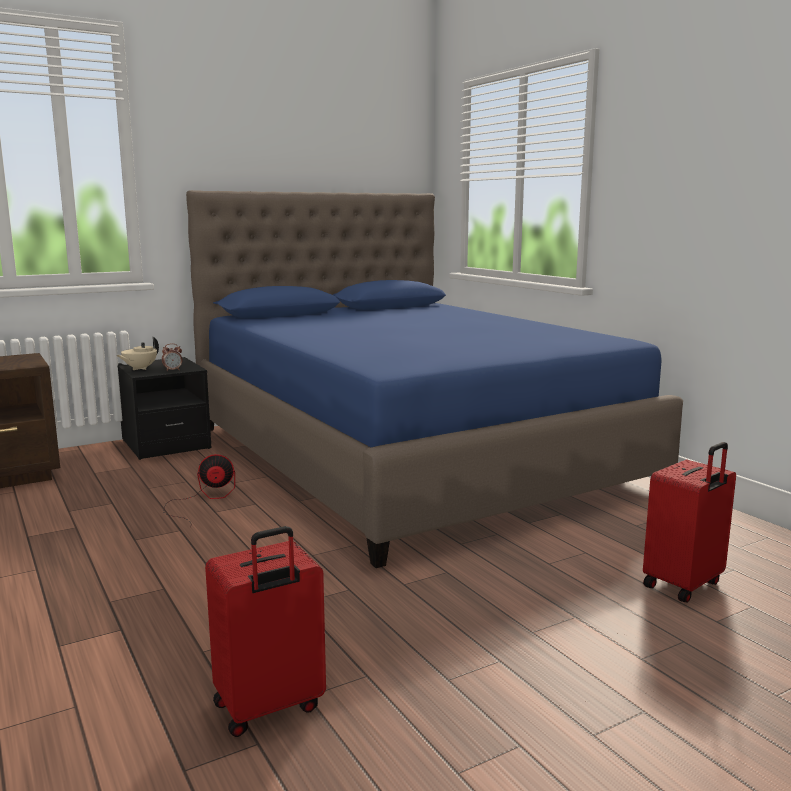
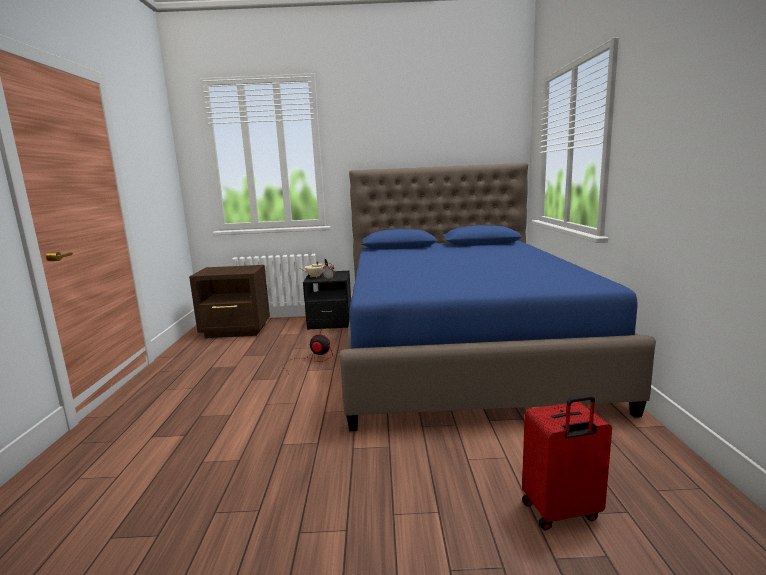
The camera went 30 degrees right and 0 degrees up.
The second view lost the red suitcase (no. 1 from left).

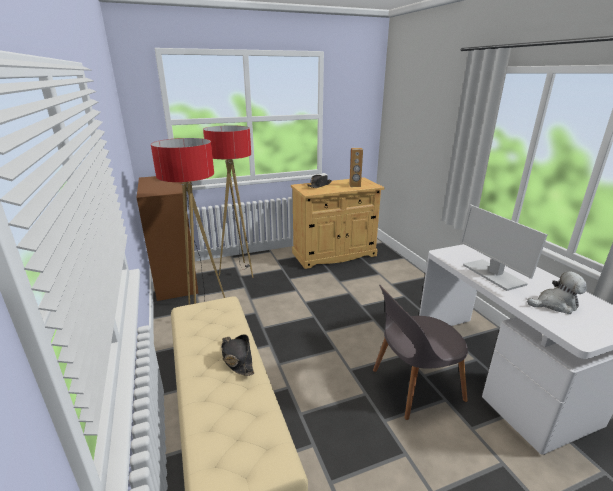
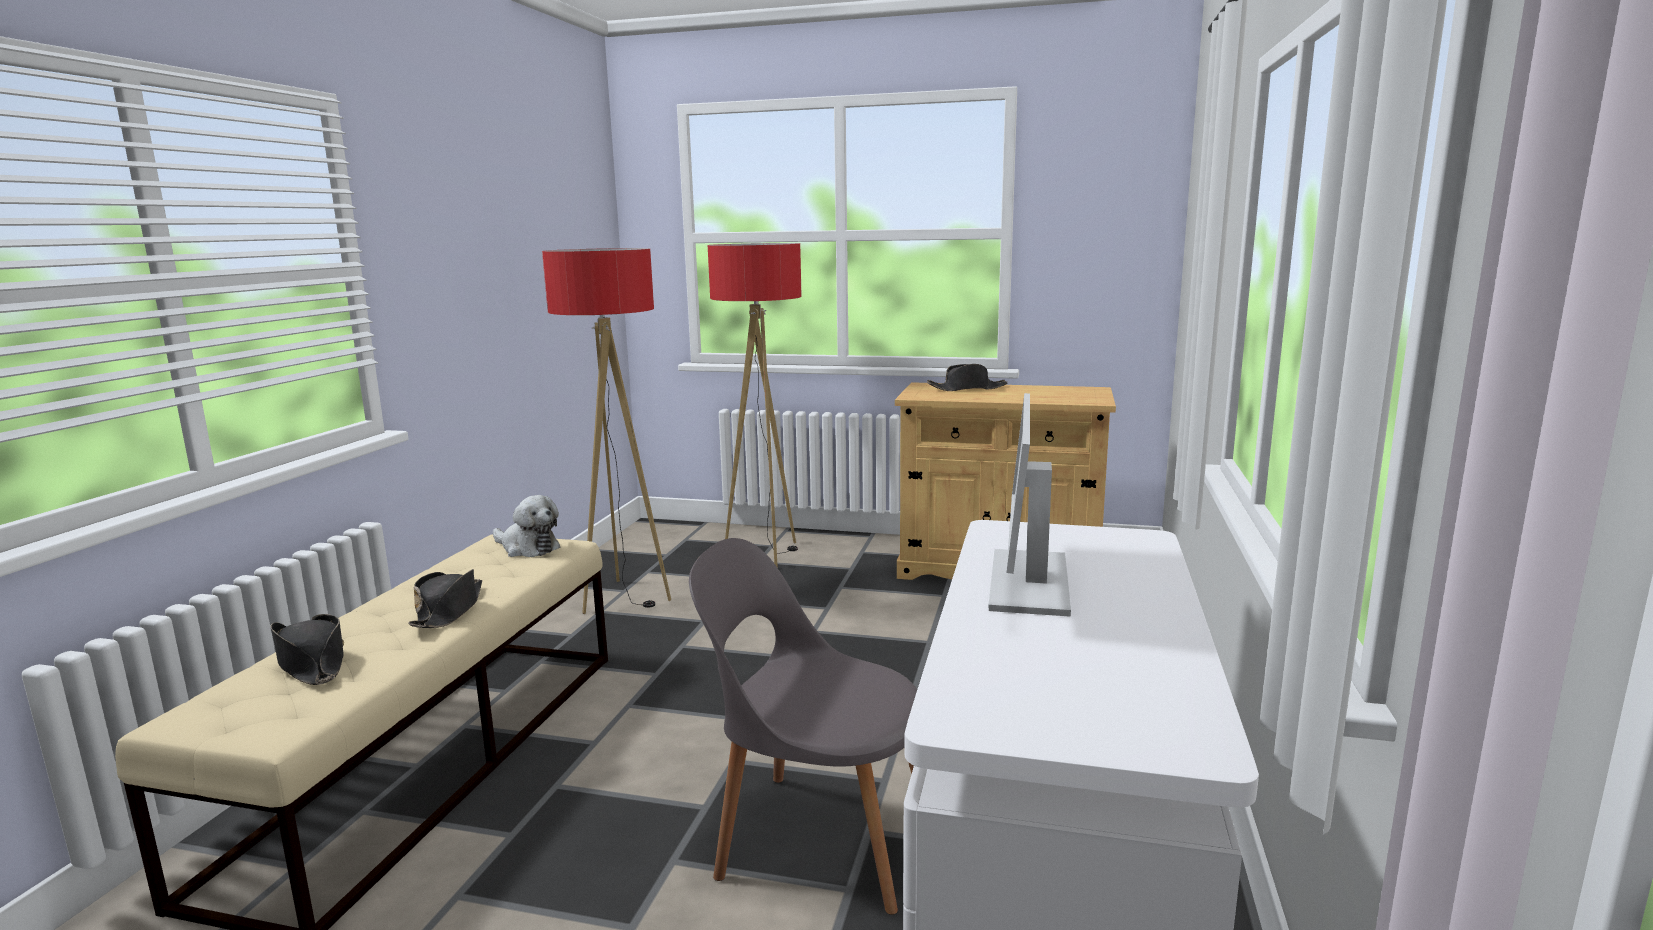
The camera went 35 degrees right and 10 degrees down.
The second view gained the black hat (no. 1 from left).
The plush toy ended up elsewhere.
The second view lost the brown dresser.
The second view lost the brown speaker.

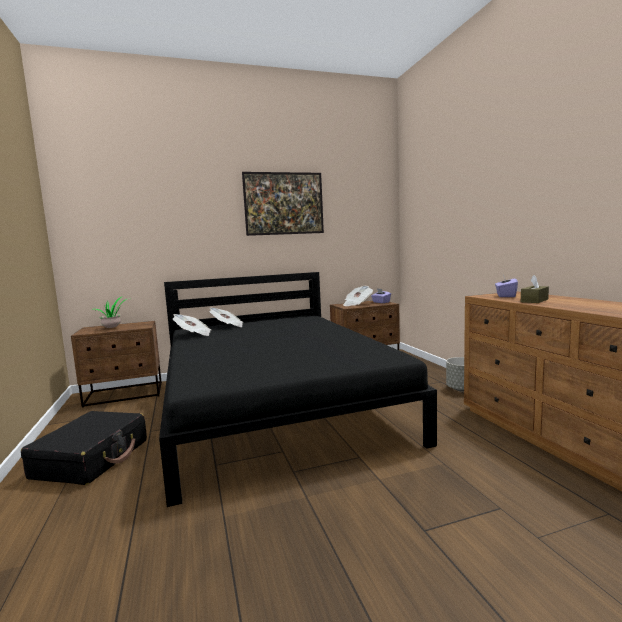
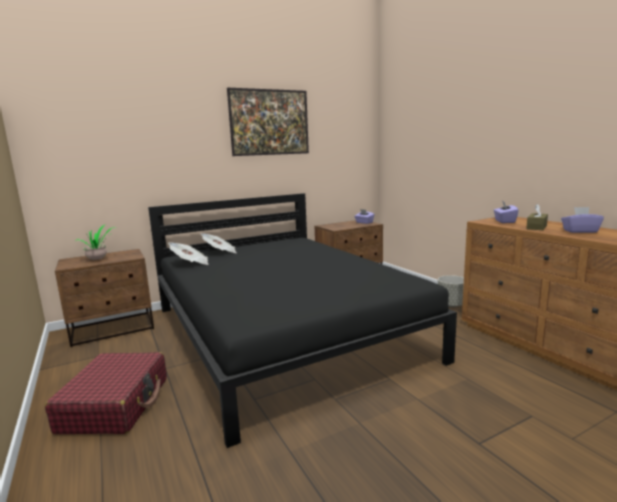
The camera went 10 degrees left and 5 degrees up.
What was the black suitcase turned into the red suitcase.
The second view gained the purple tissue box (no. 3 from left).
The second view lost the newspaper (no. 3 from left).

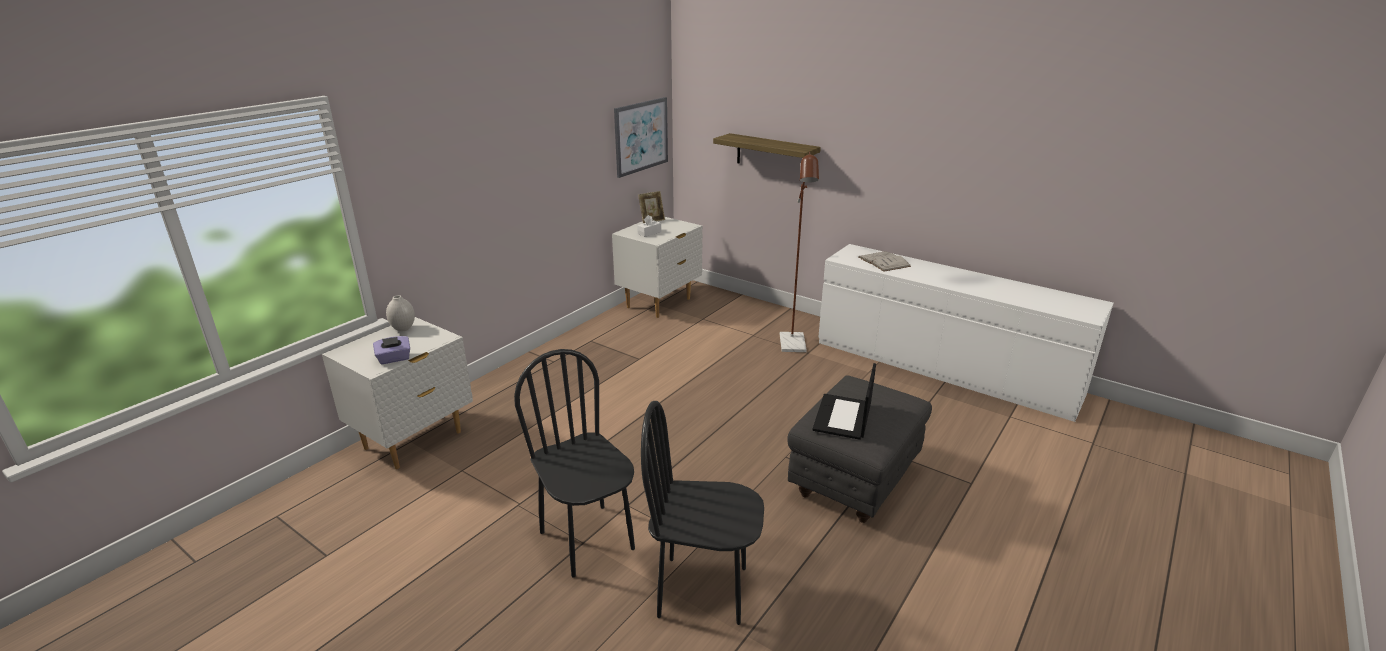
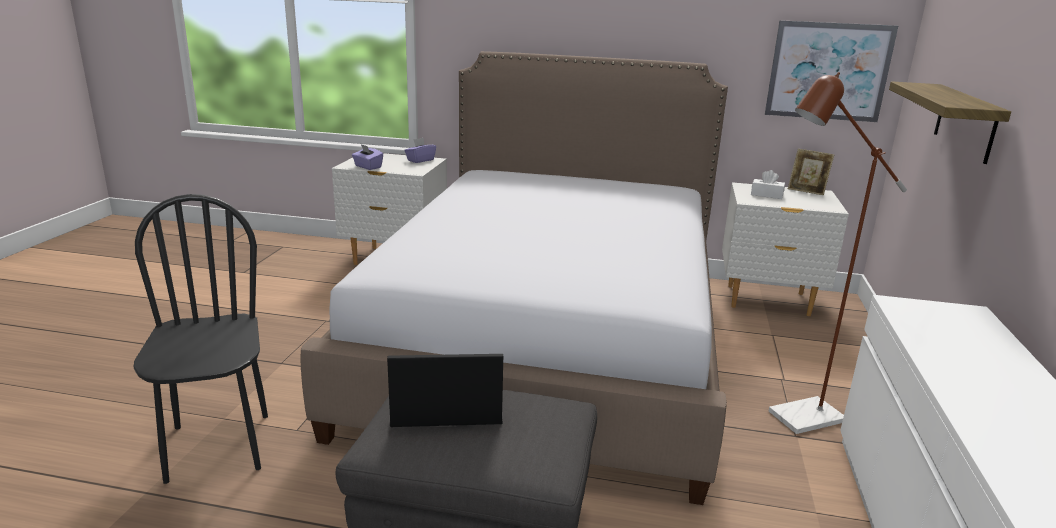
The camera went 65 degrees right and 5 degrees down.
The second view gained the bed.
Where the white vase stood, the purple tissue box (no. 2 from left) came to stand.
The second view lost the black chair (no. 1 from left).
The second view lost the white book.

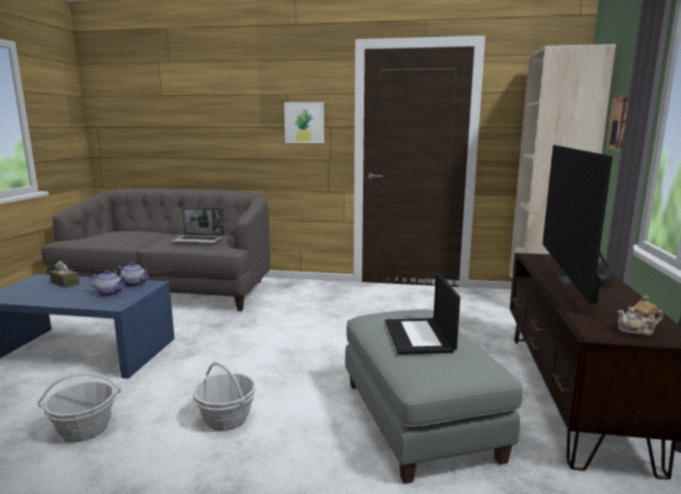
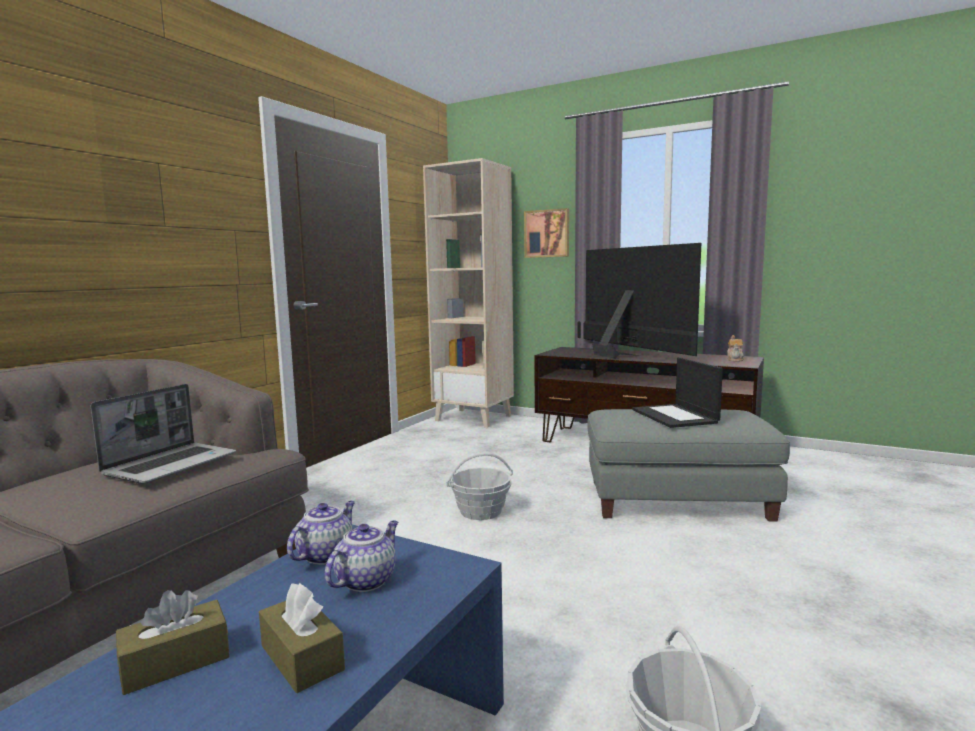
The camera went 70 degrees left and 5 degrees down.
The second view gained the brown tissue box (no. 2 from left).
The basket (no. 2 from left in the first image) ended up elsewhere.
The television ended up facing another way, 150 degrees counterclockwise from before.
The laptop (no. 2 from left) ended up facing another way, 60 degrees clockwise from before.
The second view lost the picture (no. 1 from left).

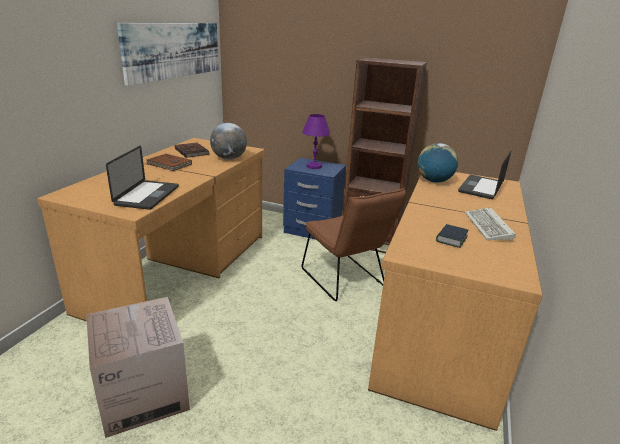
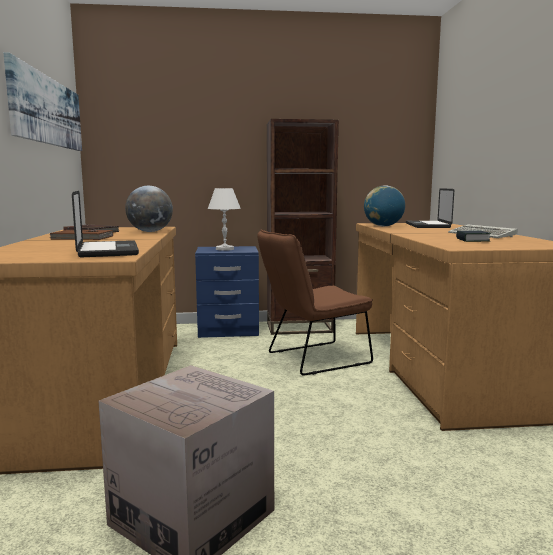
The camera went 25 degrees left and 15 degrees down.
What was the purple table lamp turned into the white table lamp.
The brown chair ended up facing another way, 120 degrees clockwise from before.

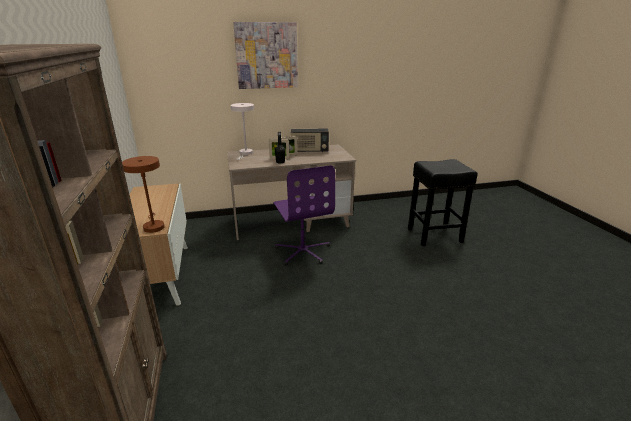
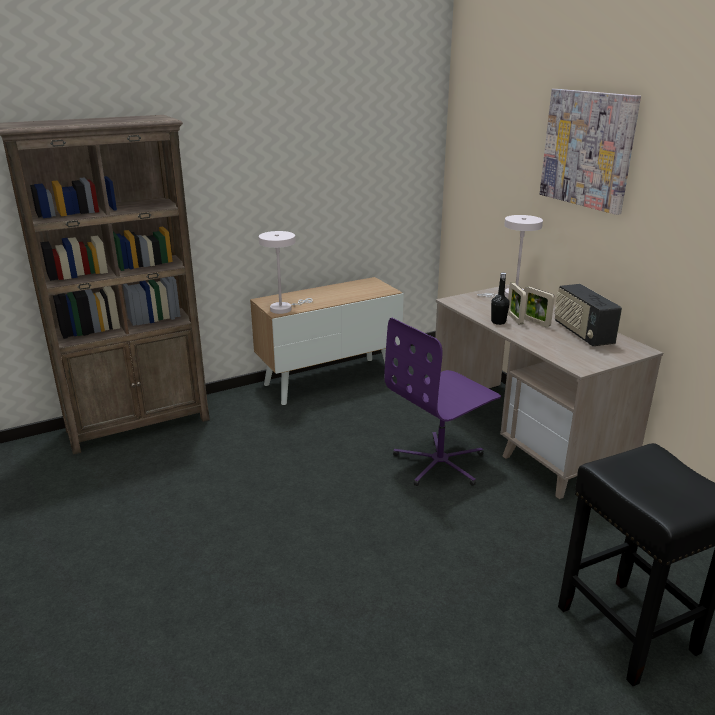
The camera went 75 degrees right and 0 degrees up.
What was the brown table lamp turned into the white table lamp (no. 1 from left).

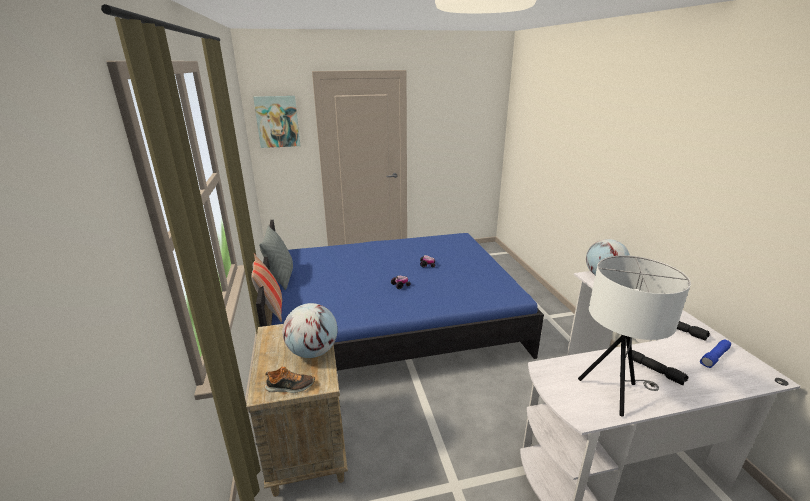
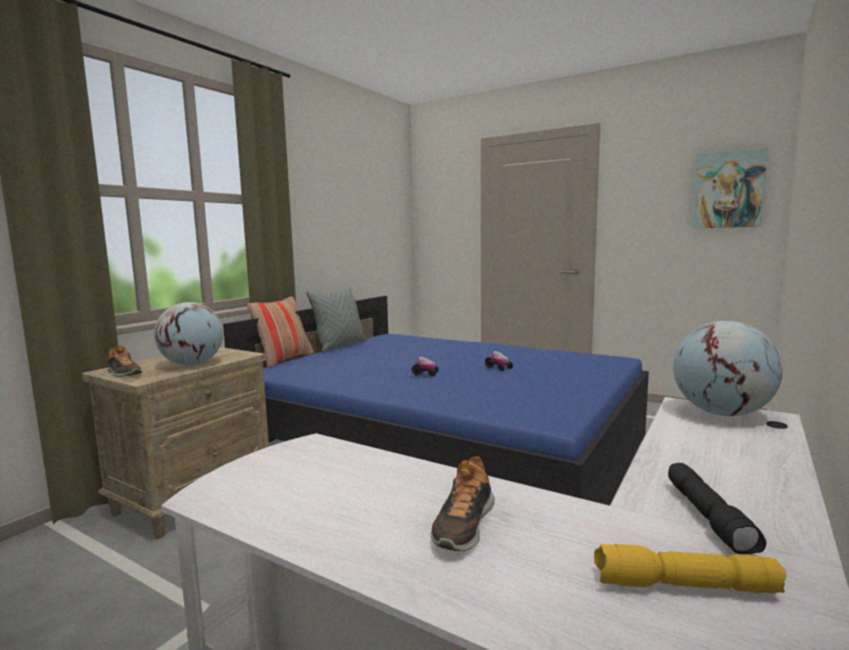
The camera went 45 degrees right and 15 degrees down.
Where the black flashlight (no. 1 from left) stood, the shoe (no. 2 from left) came to stand.
What was the blue flashlight turned into the yellow flashlight.
The picture ended up elsewhere.
The second view lost the white table lamp.

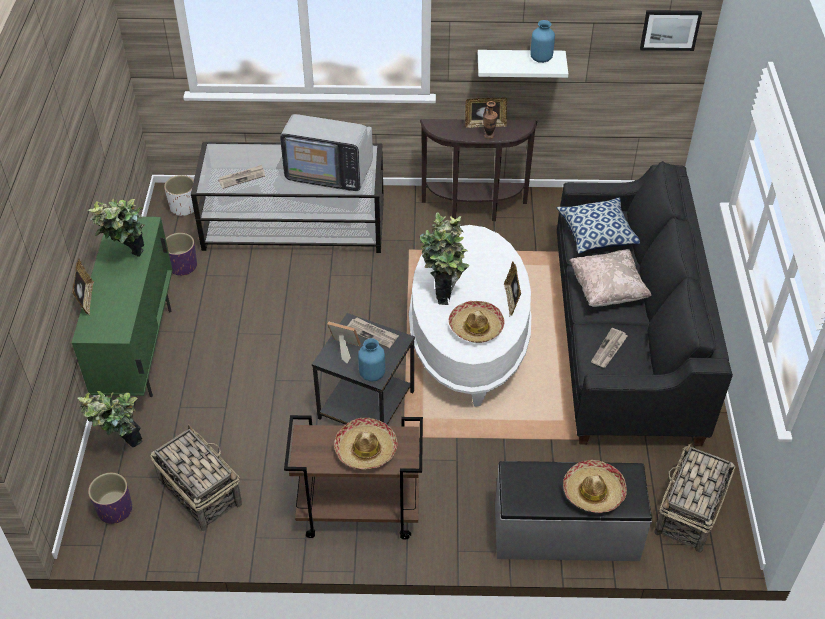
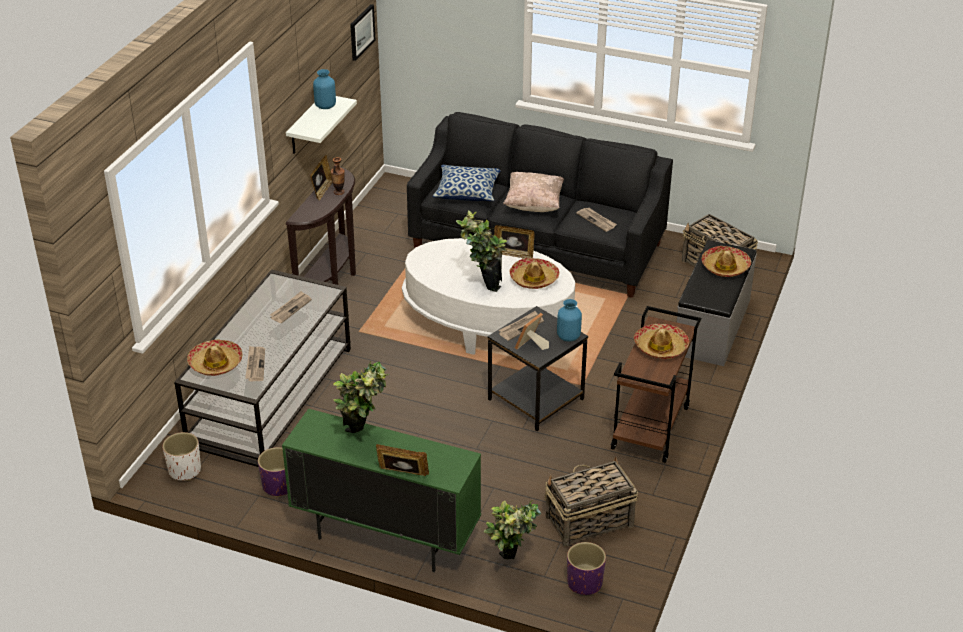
The camera went 70 degrees left and 10 degrees down.
The second view gained the hat (no. 1 from left).
Where the television stood, the newspaper (no. 2 from left) came to stand.

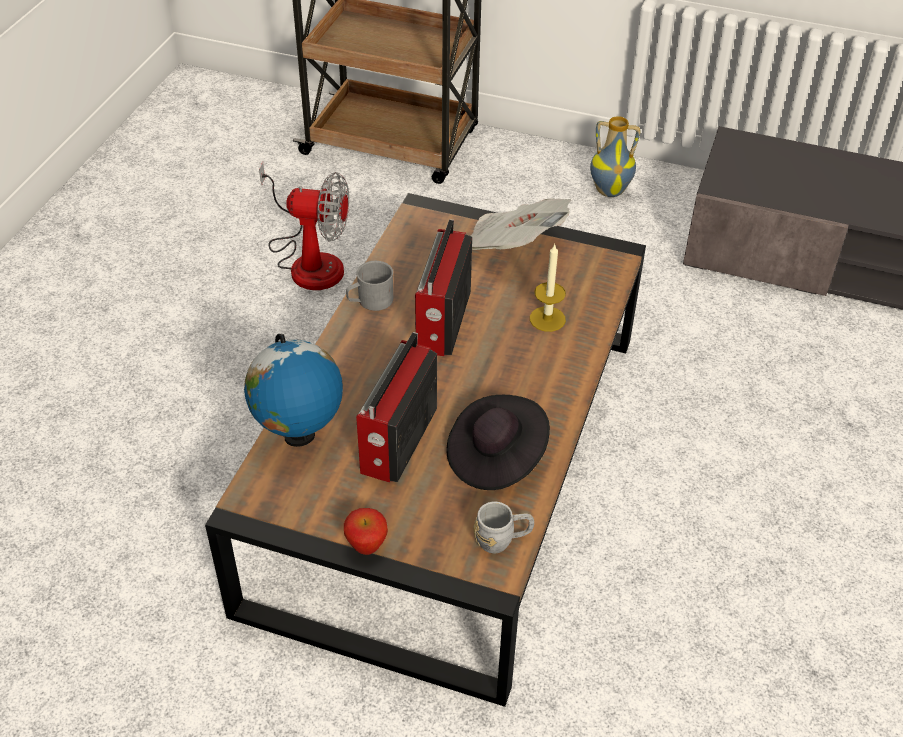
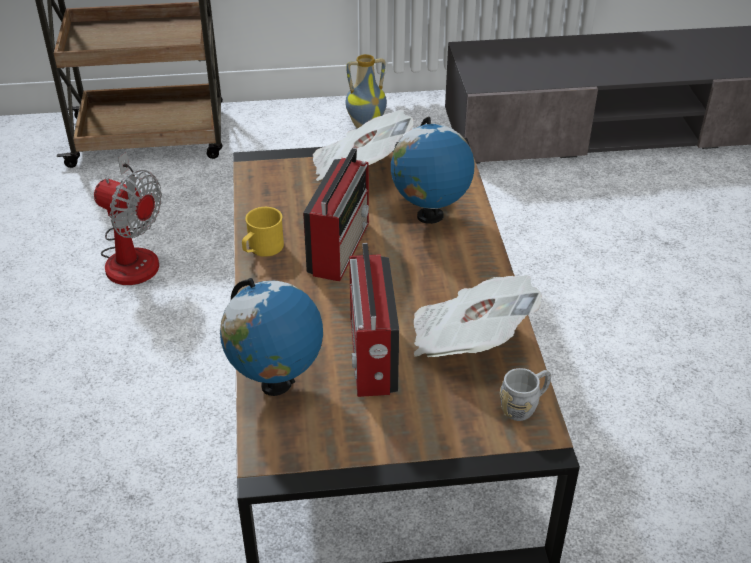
The camera went 25 degrees left and 5 degrees down.
The fan ended up facing another way, 45 degrees clockwise from before.
What was the grey mug (no. 1 from left) turned into the yellow mug.
The radio (no. 2 from left in the first image) ended up facing another way, 150 degrees counterclockwise from before.
Where the candle stood, the globe (no. 2 from left) came to stand.
Where the black hat stood, the newspaper (no. 2 from left) came to stand.
The second view lost the apple.

